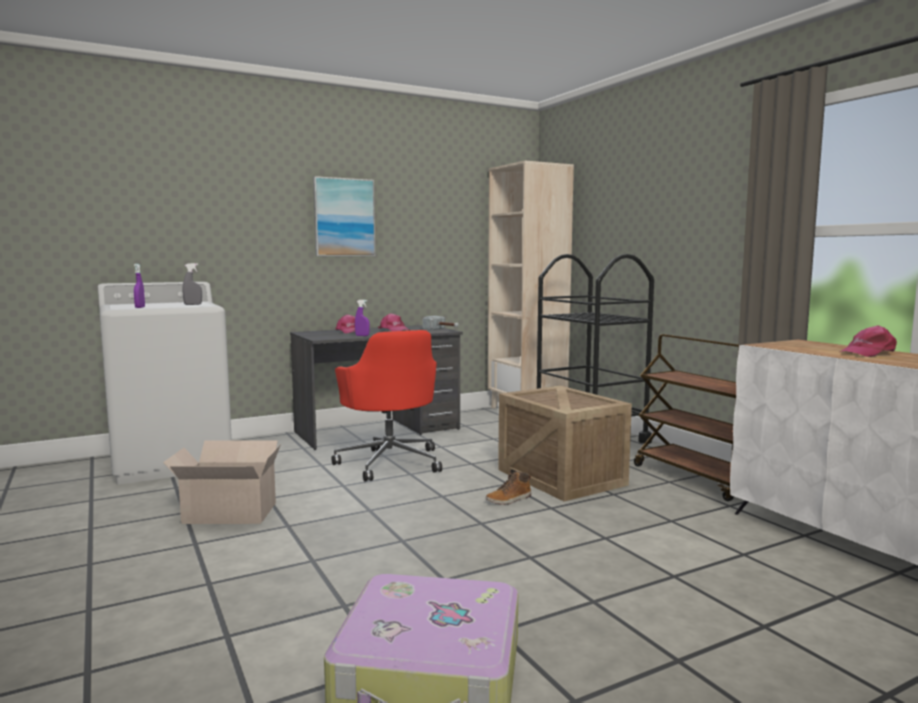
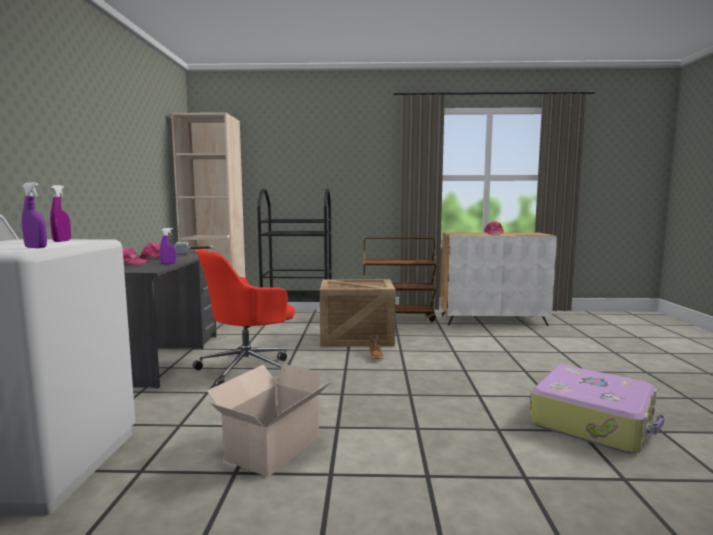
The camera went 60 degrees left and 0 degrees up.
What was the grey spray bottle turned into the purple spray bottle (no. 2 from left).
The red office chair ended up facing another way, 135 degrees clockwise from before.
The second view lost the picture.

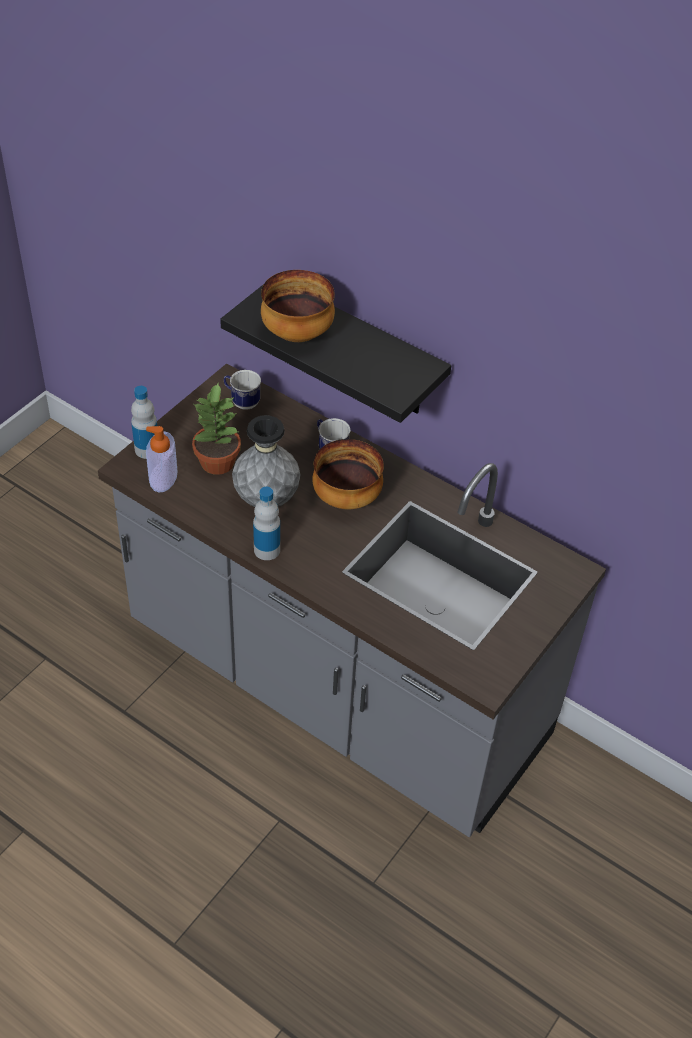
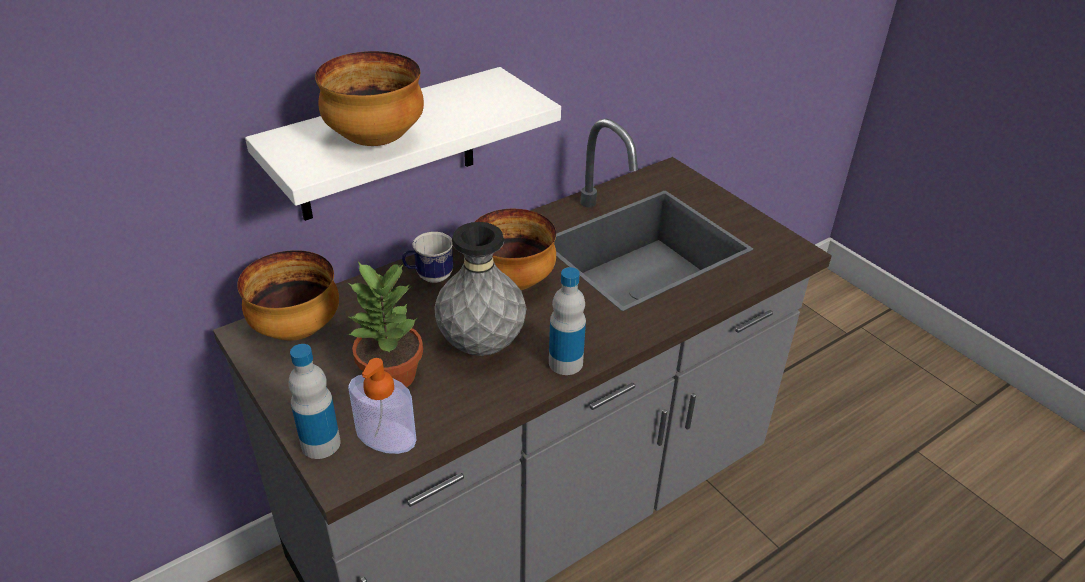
The camera went 70 degrees left and 10 degrees down.
Where the mug (no. 1 from left) stood, the bowl (no. 1 from left) came to stand.
What was the black shelf turned into the white shelf.

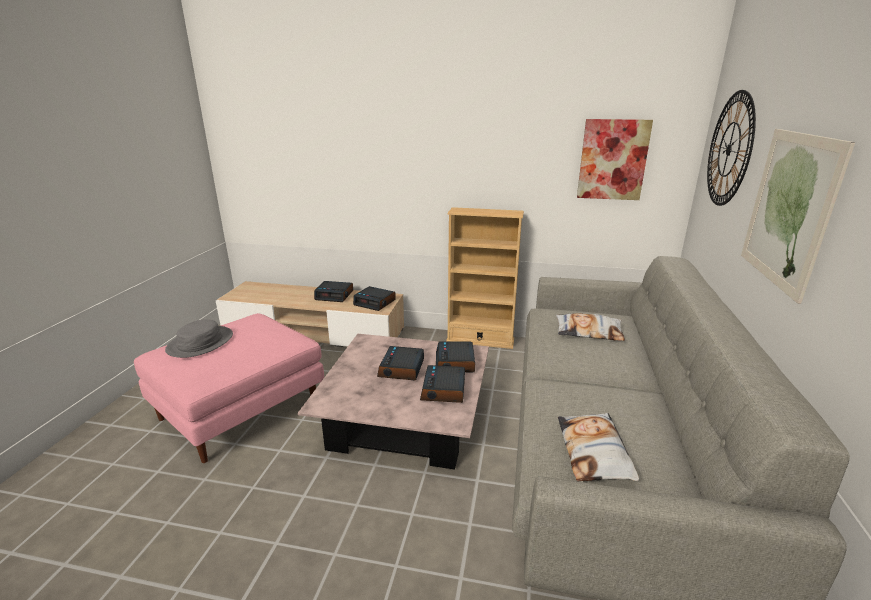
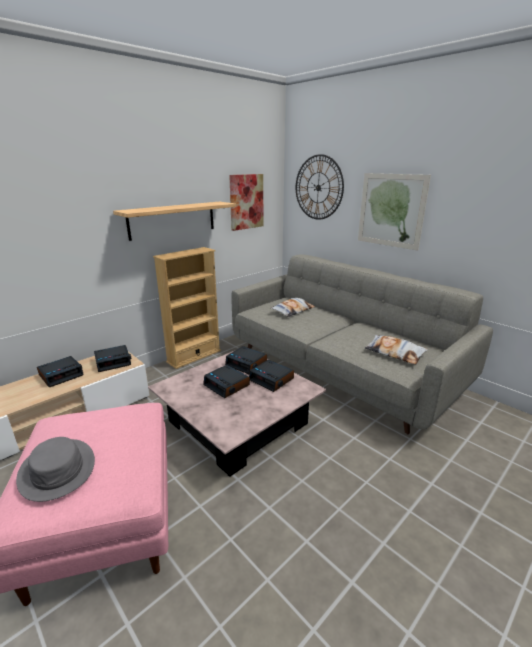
The camera went 55 degrees left and 0 degrees up.
The second view gained the shelf.

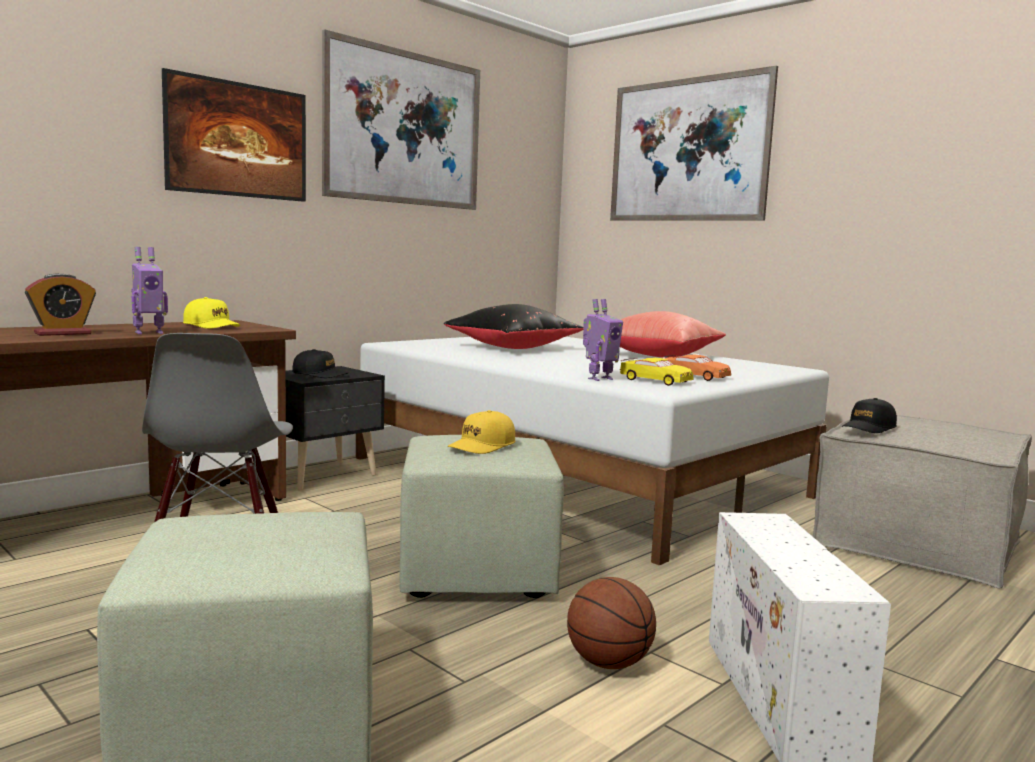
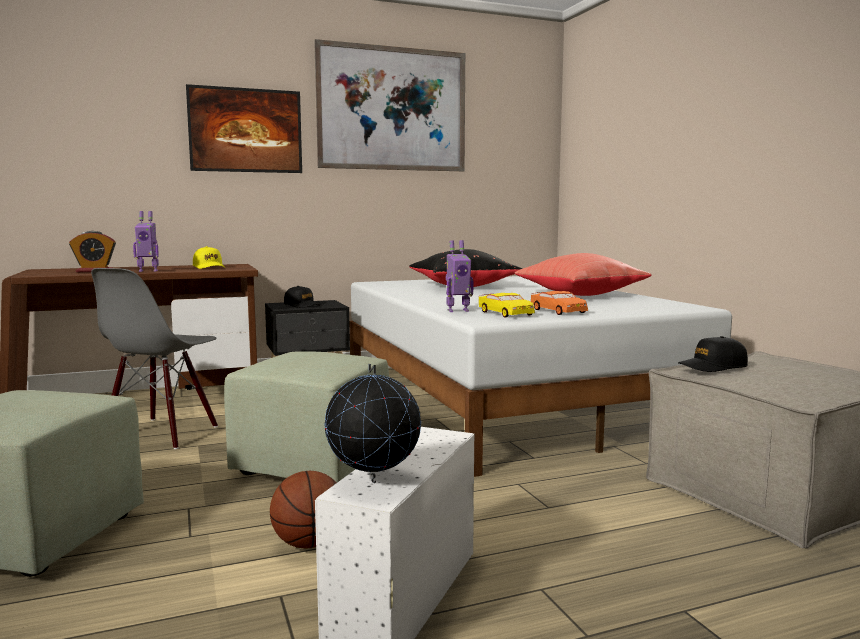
The camera went 25 degrees right and 0 degrees up.
The second view gained the globe.
The second view lost the yellow cap (no. 2 from left).
The second view lost the picture (no. 3 from left).

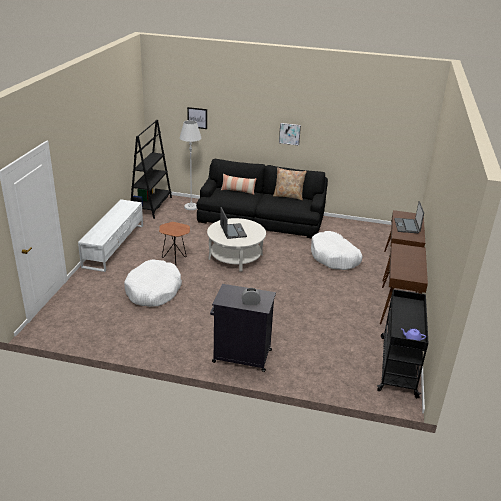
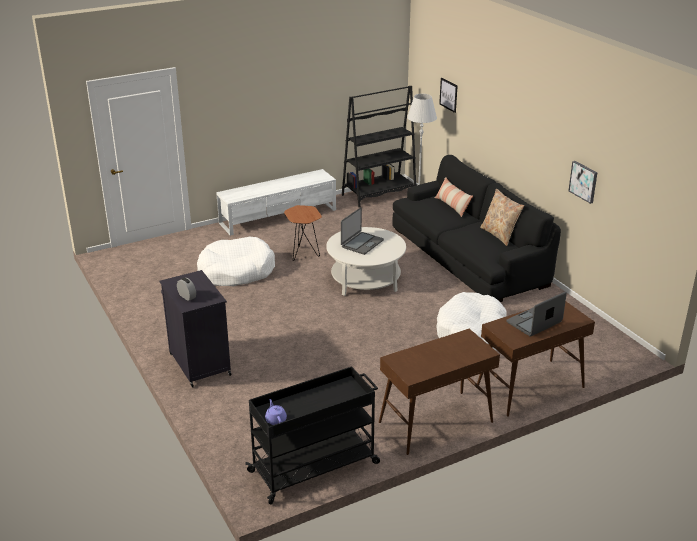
The camera went 50 degrees right and 0 degrees up.
The picture (no. 2 from left) ended up elsewhere.

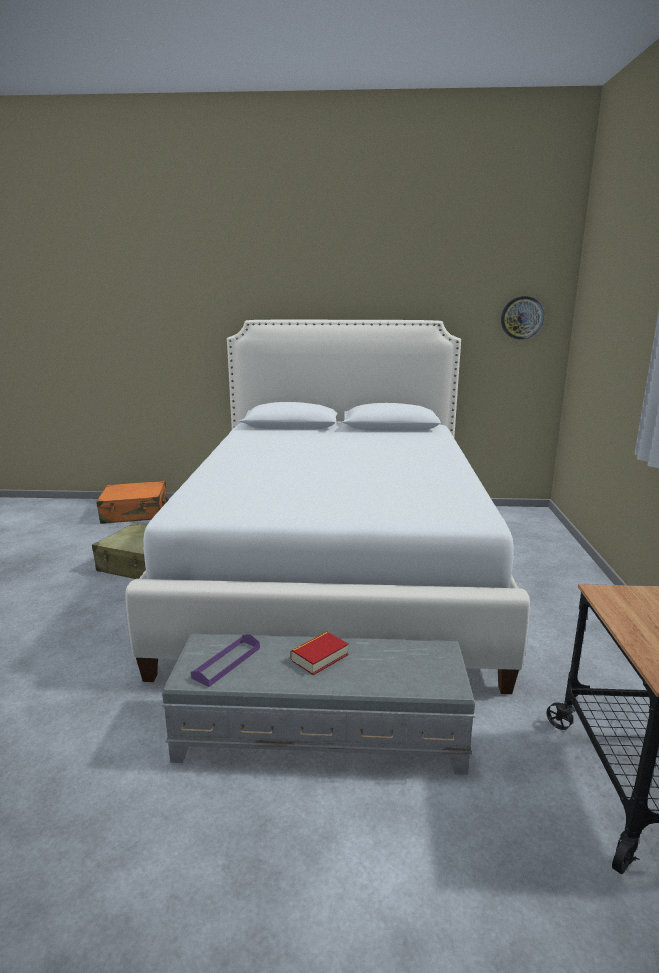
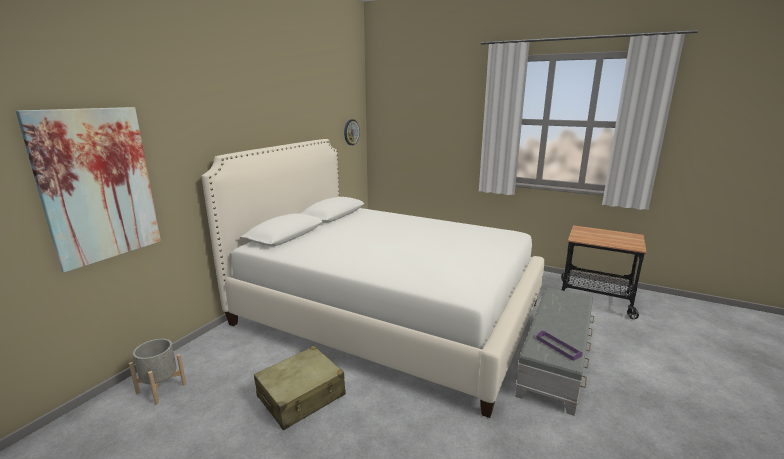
The camera went 65 degrees left and 0 degrees up.
The second view gained the picture.
Where the orange suitcase stood, the grey planter came to stand.
The second view lost the book.

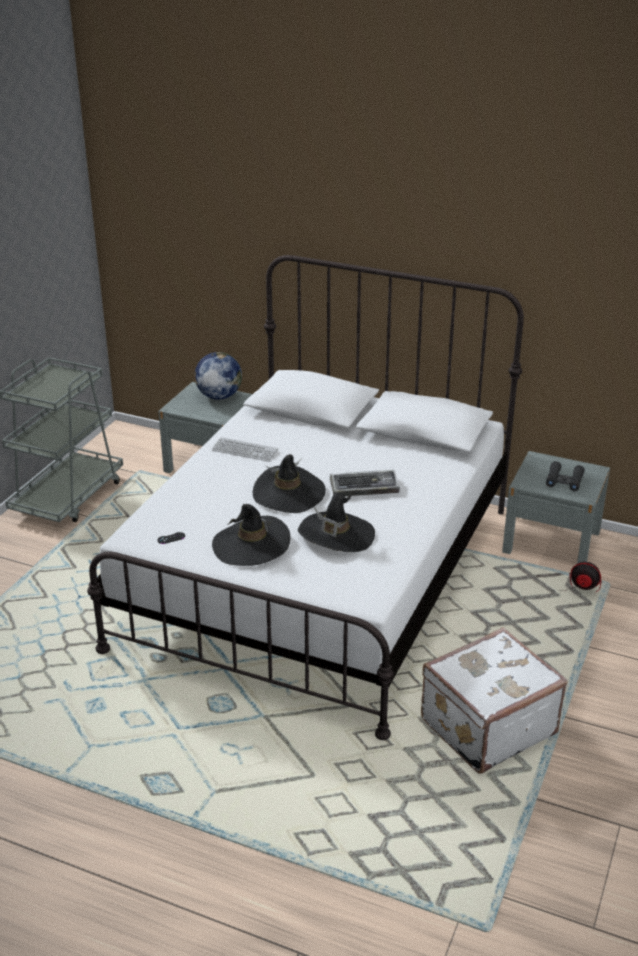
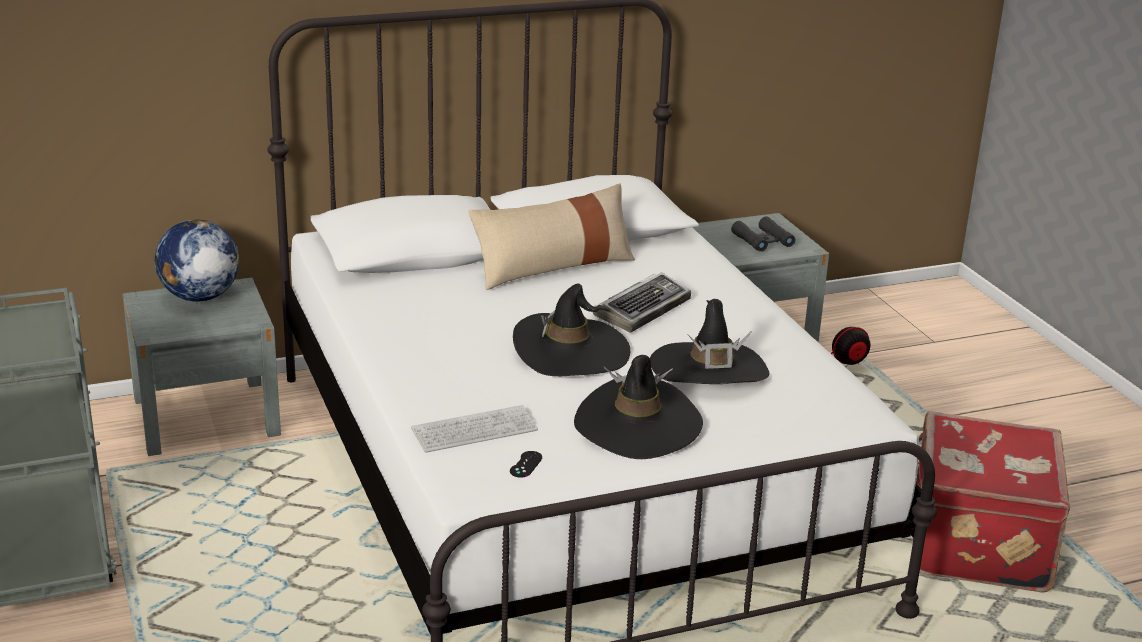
The camera went 45 degrees left and 5 degrees down.
The keyboard (no. 1 from left) ended up elsewhere.
The second view gained the beige pillow.
What was the white suitcase turned into the red suitcase.

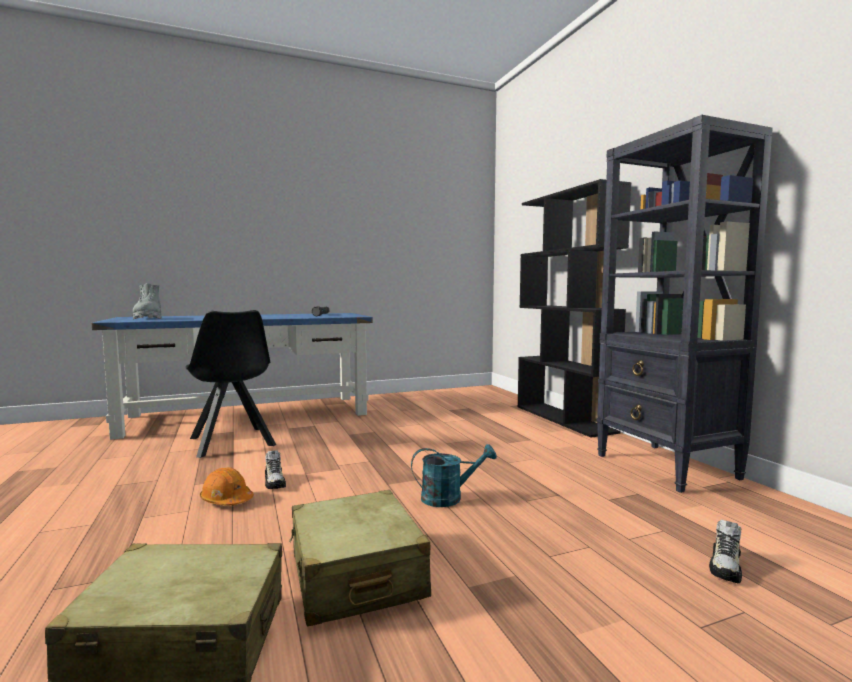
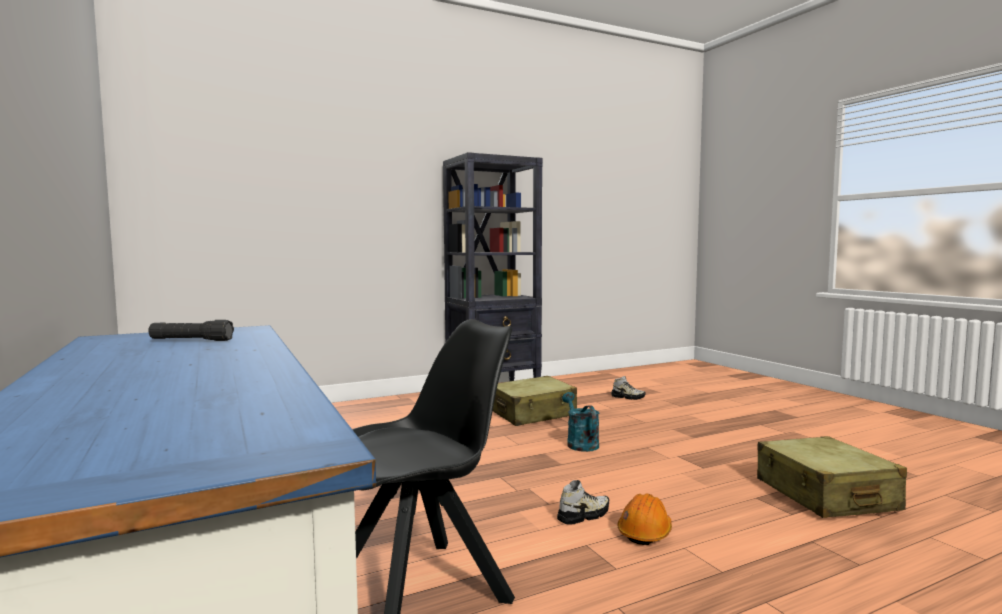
The camera went 95 degrees left and 0 degrees up.
The beige suitcase (no. 2 from left in the first image) ended up elsewhere.
The second view lost the grey boot.
The second view lost the black bookcase (no. 1 from left).

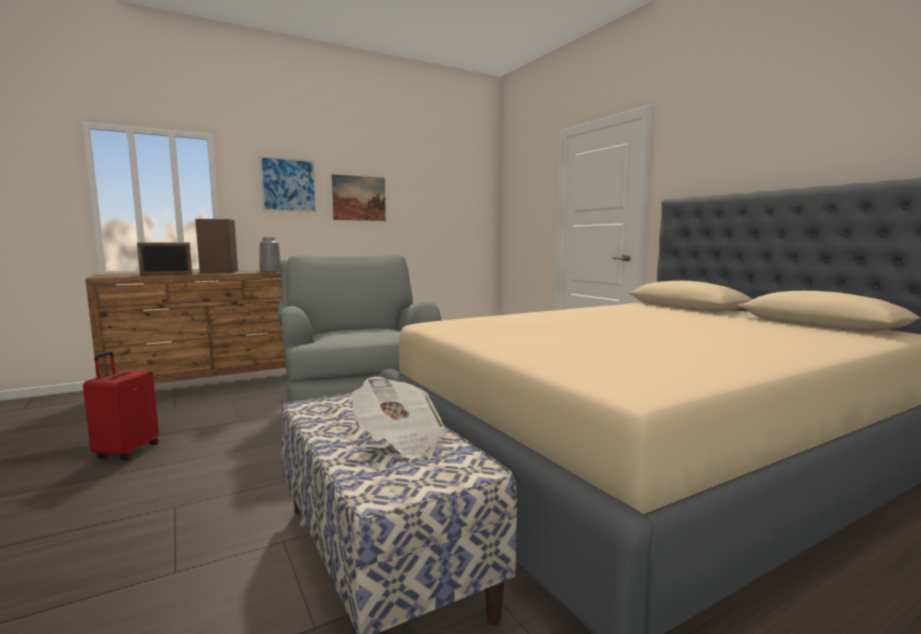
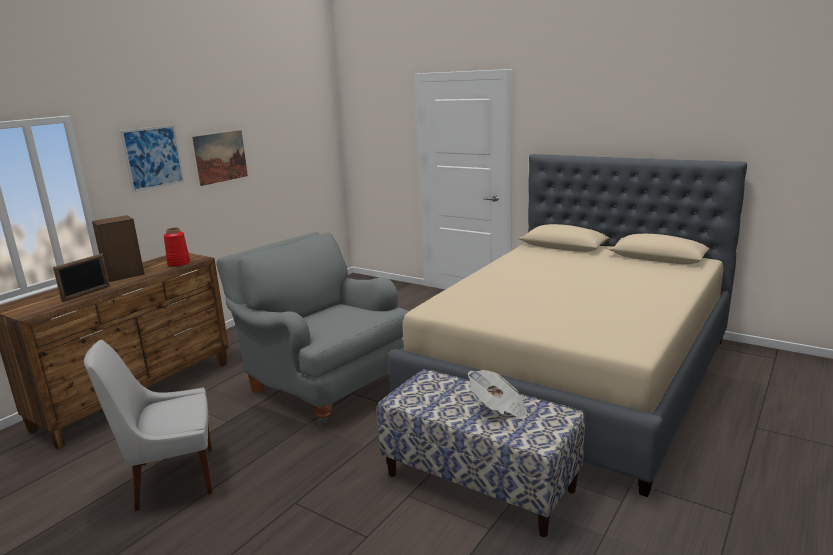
The camera went 25 degrees left and 10 degrees up.
Where the red suitcase stood, the white chair came to stand.
What was the grey vase turned into the red vase.

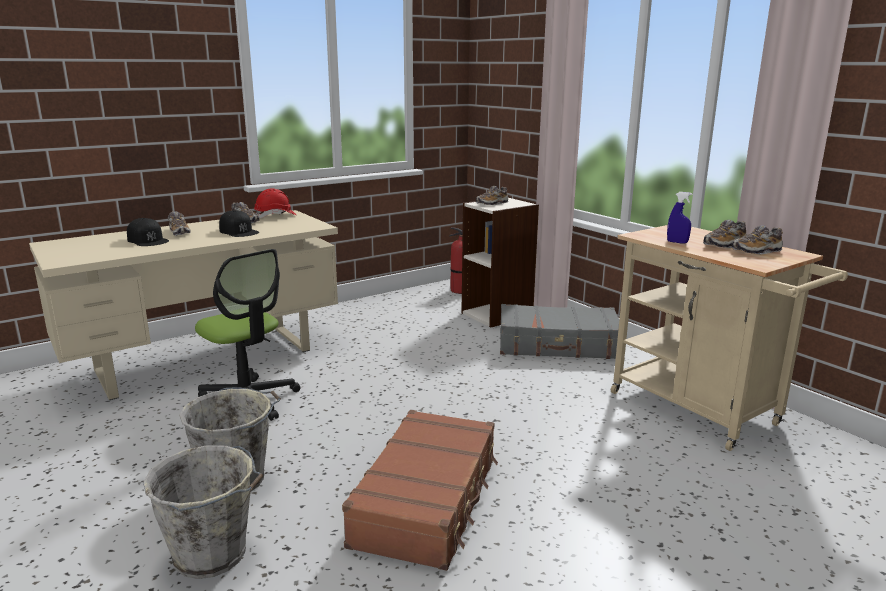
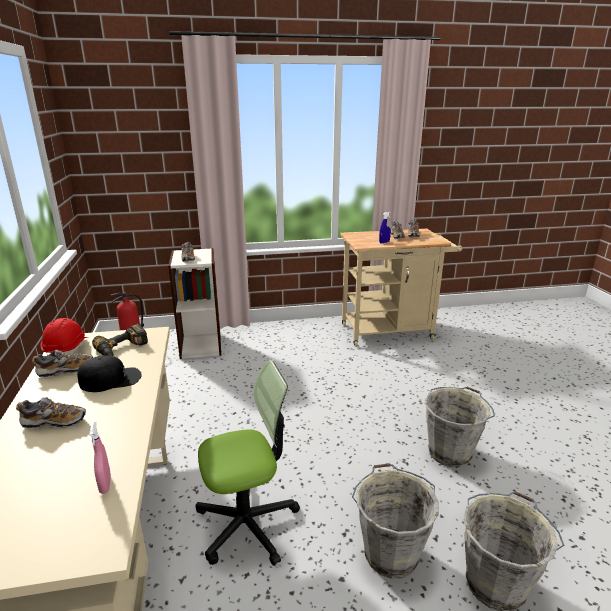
The camera went 65 degrees left and 5 degrees up.
The second view gained the pink spray bottle.
The second view gained the power drill.
Where the brown suitcase stood, the grey bucket (no. 2 from left) came to stand.
The second view lost the black cap (no. 1 from left).
The second view lost the grey suitcase.

